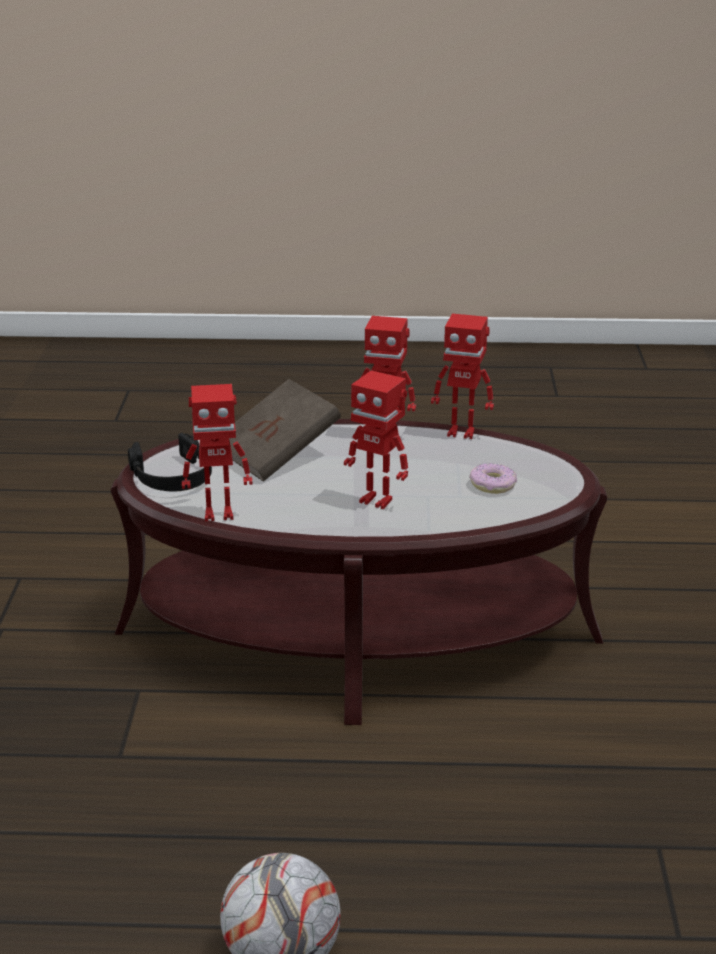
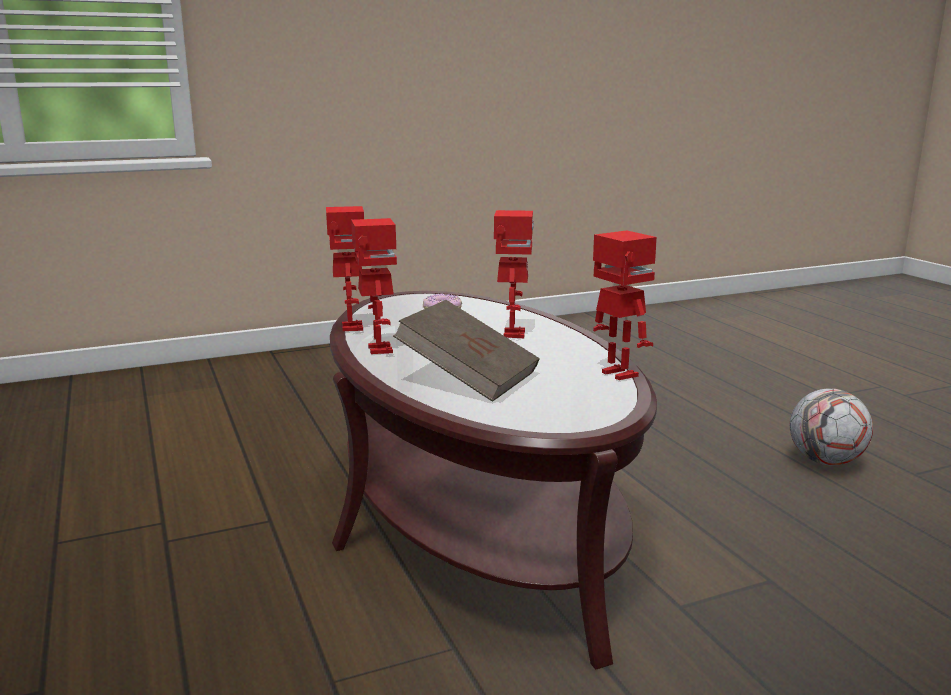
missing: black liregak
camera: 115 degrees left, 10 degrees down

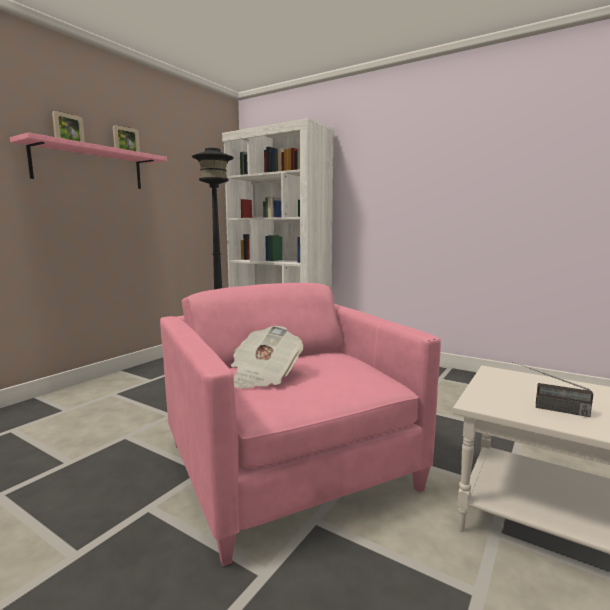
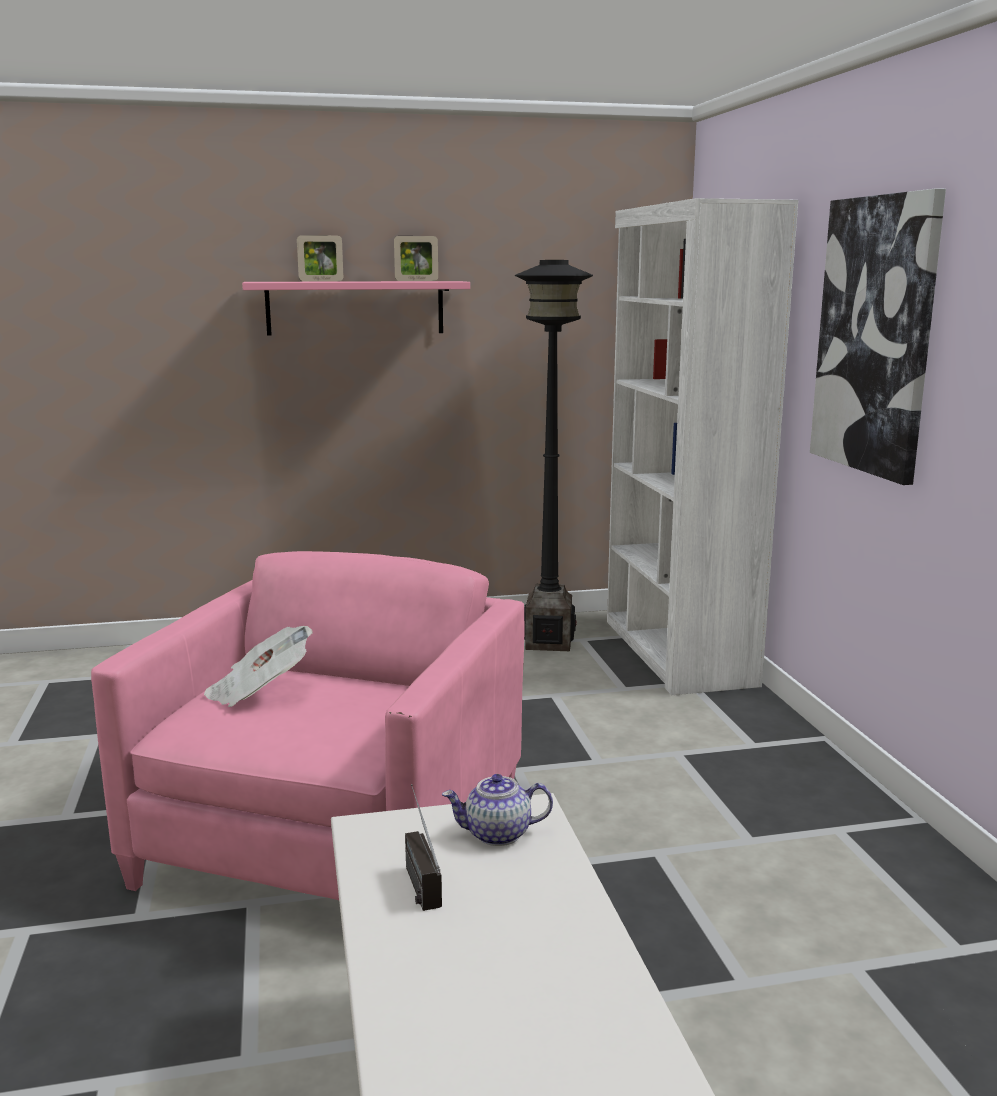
appeared: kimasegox; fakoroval
camera: 45 degrees right, 5 degrees up

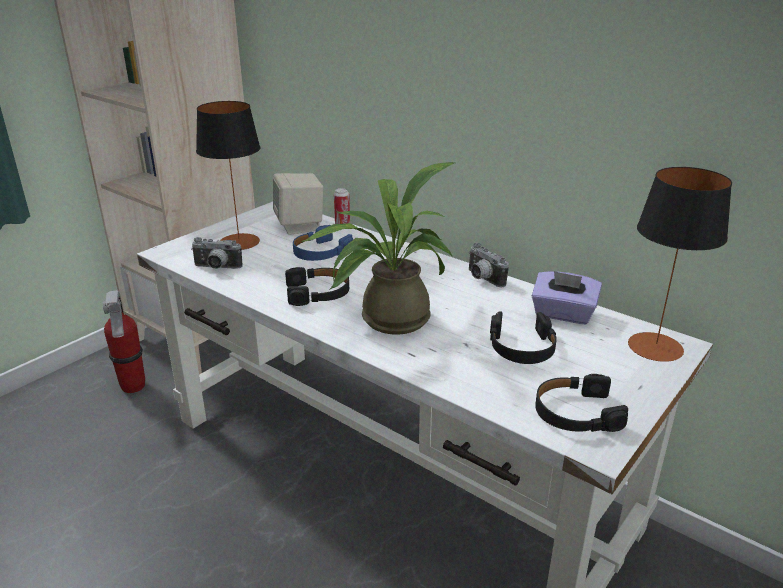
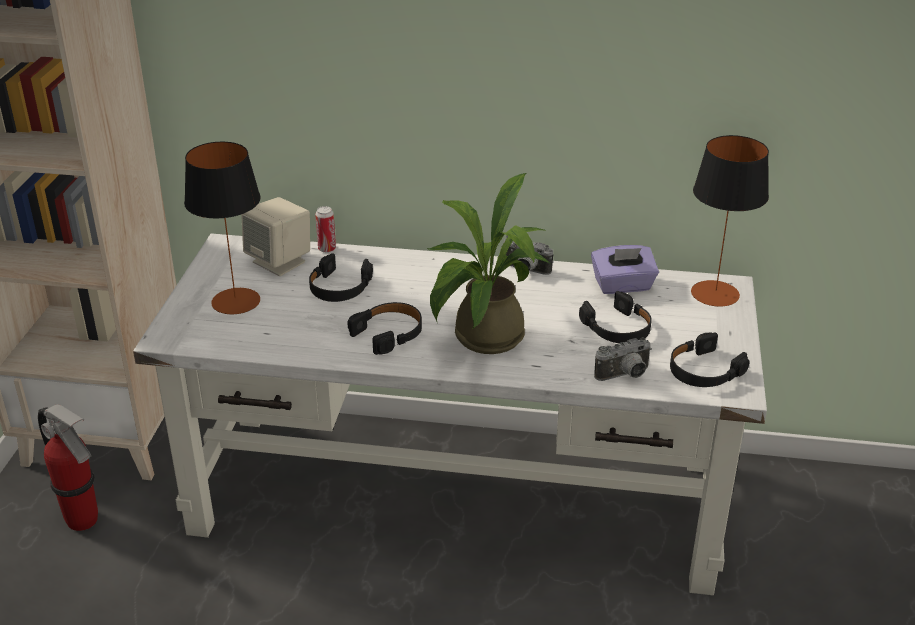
relocated: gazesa (no. 1 from left in the first image) to gazesa (no. 2 from left)
colour: blue liregak to black liregak (no. 1 from left)
camera: 30 degrees left, 5 degrees up

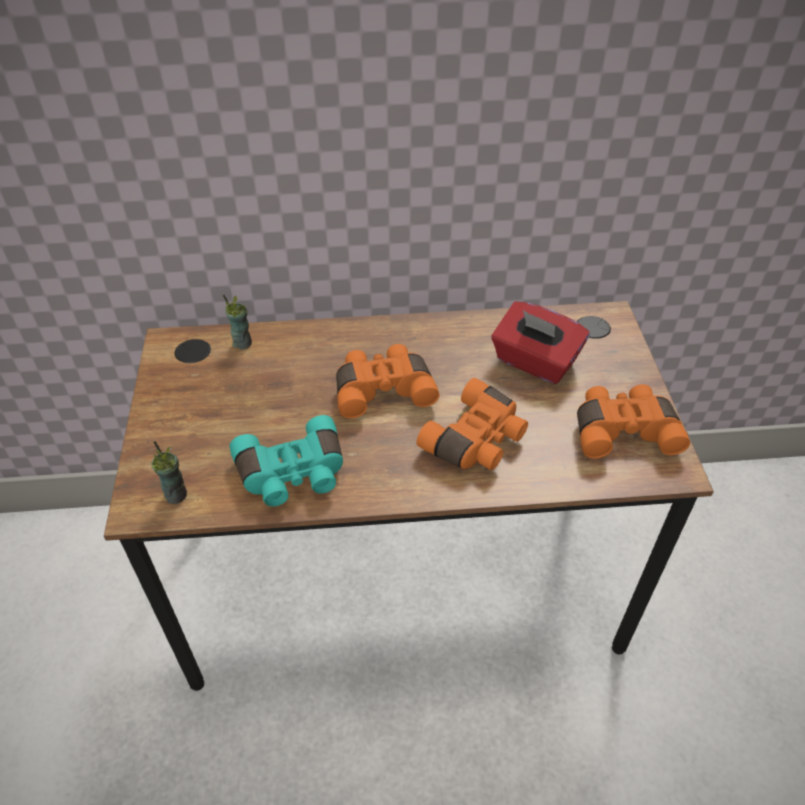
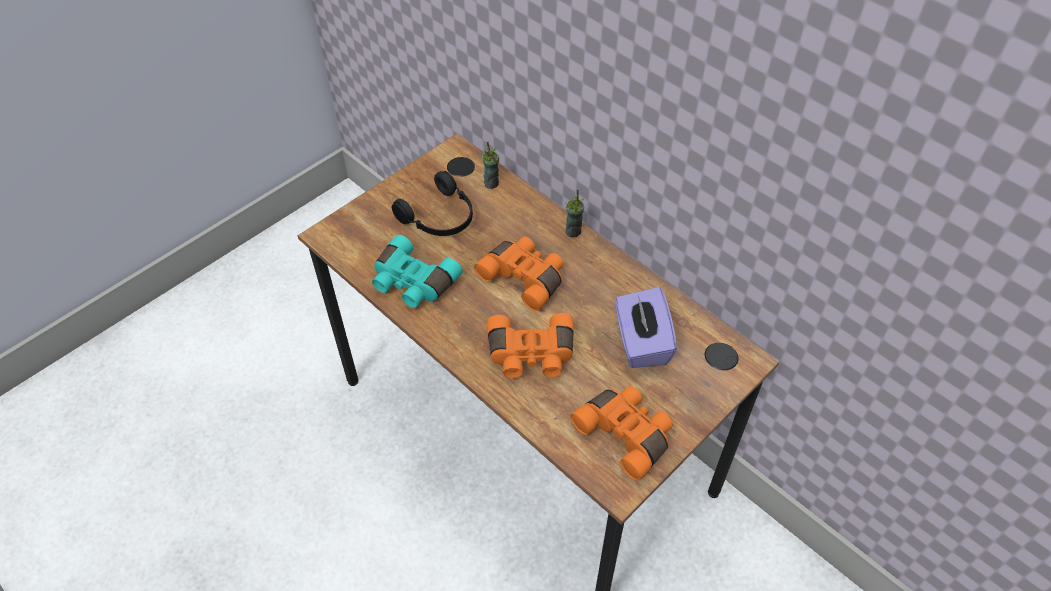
appeared: black liregak
relocated: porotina (no. 1 from left in the first image) to porotina (no. 2 from left)
colour: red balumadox to purple balumadox
camera: 50 degrees right, 5 degrees up

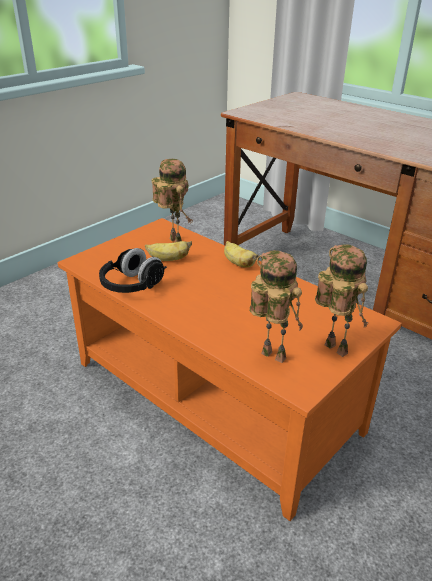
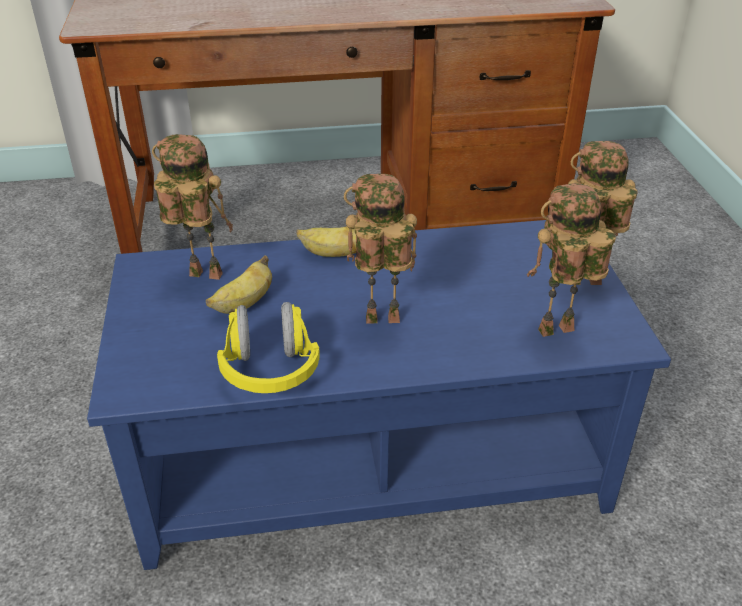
appeared: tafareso (no. 2 from left)
colour: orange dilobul to blue dilobul; black liregak to yellow liregak
camera: 50 degrees left, 5 degrees up

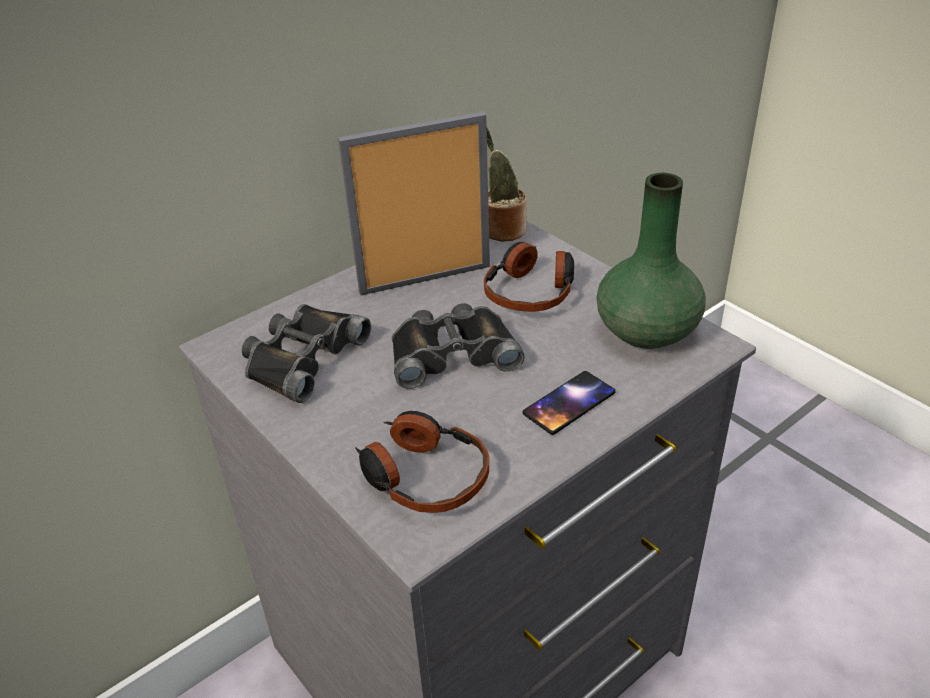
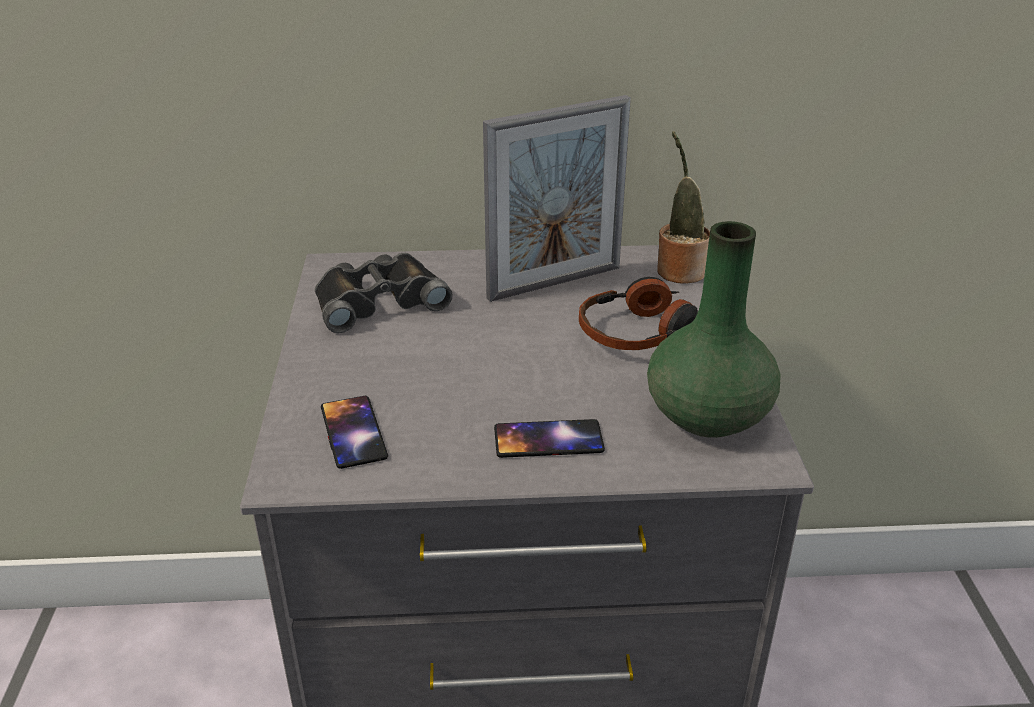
missing: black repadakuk (no. 2 from left)
exchanged: liregak (no. 1 from left) to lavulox (no. 1 from left)
spun: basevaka 135 degrees clockwise
camera: 35 degrees right, 5 degrees down

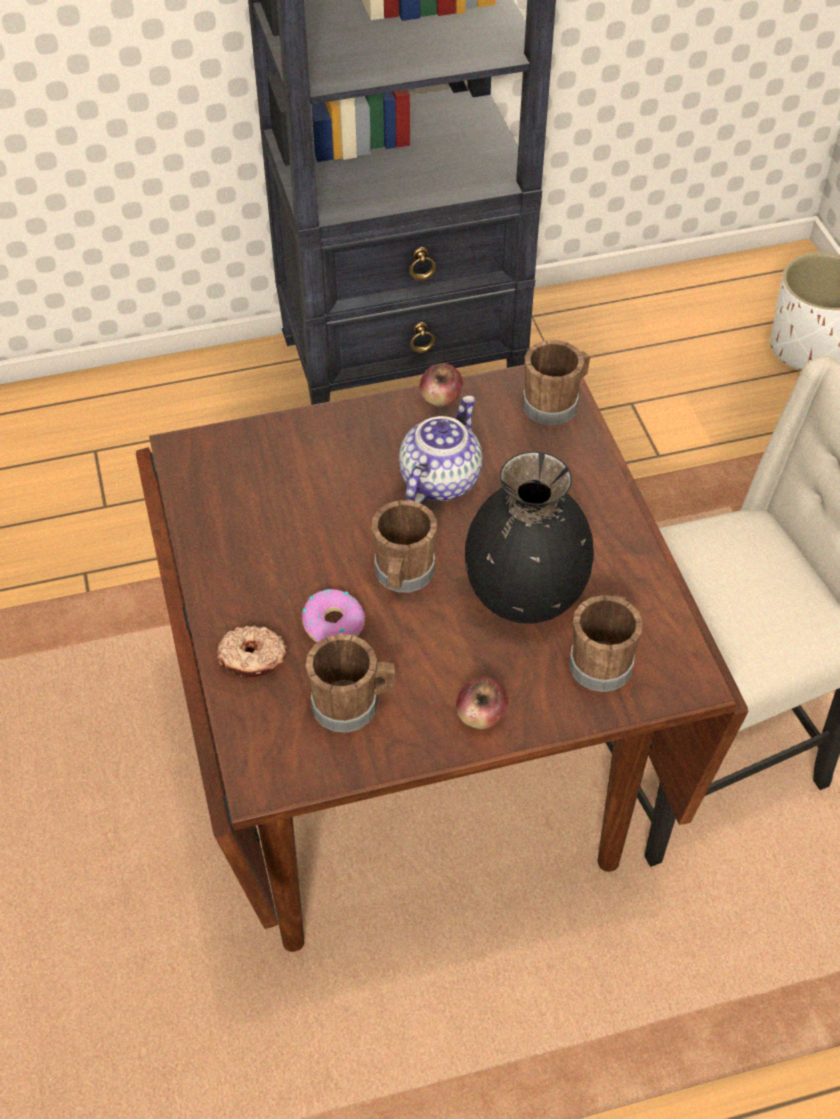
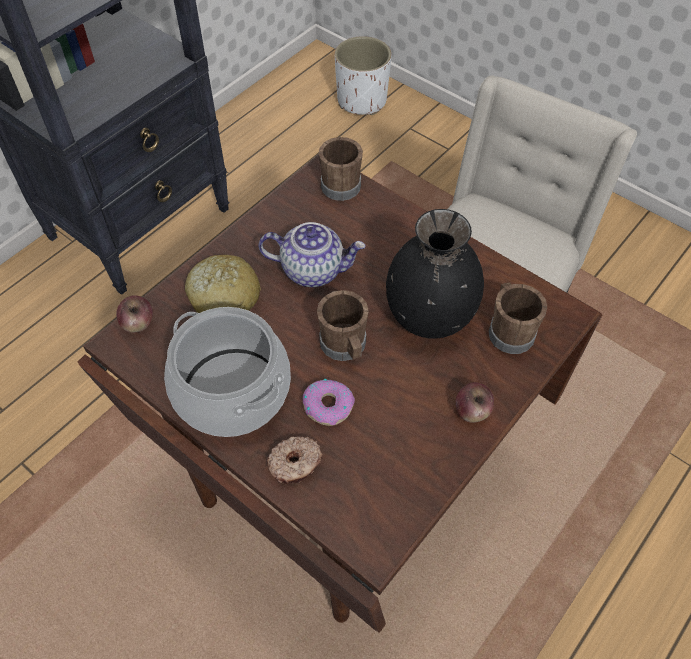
missing: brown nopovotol (no. 1 from left)
appeared: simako; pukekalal
relocated: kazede (no. 1 from left)
spun: kimasegox 105 degrees clockwise
camera: 35 degrees left, 5 degrees up

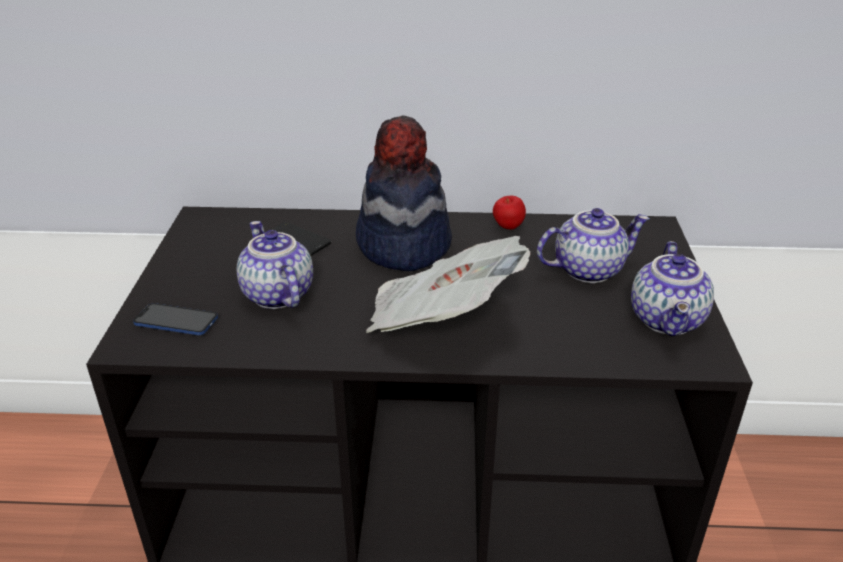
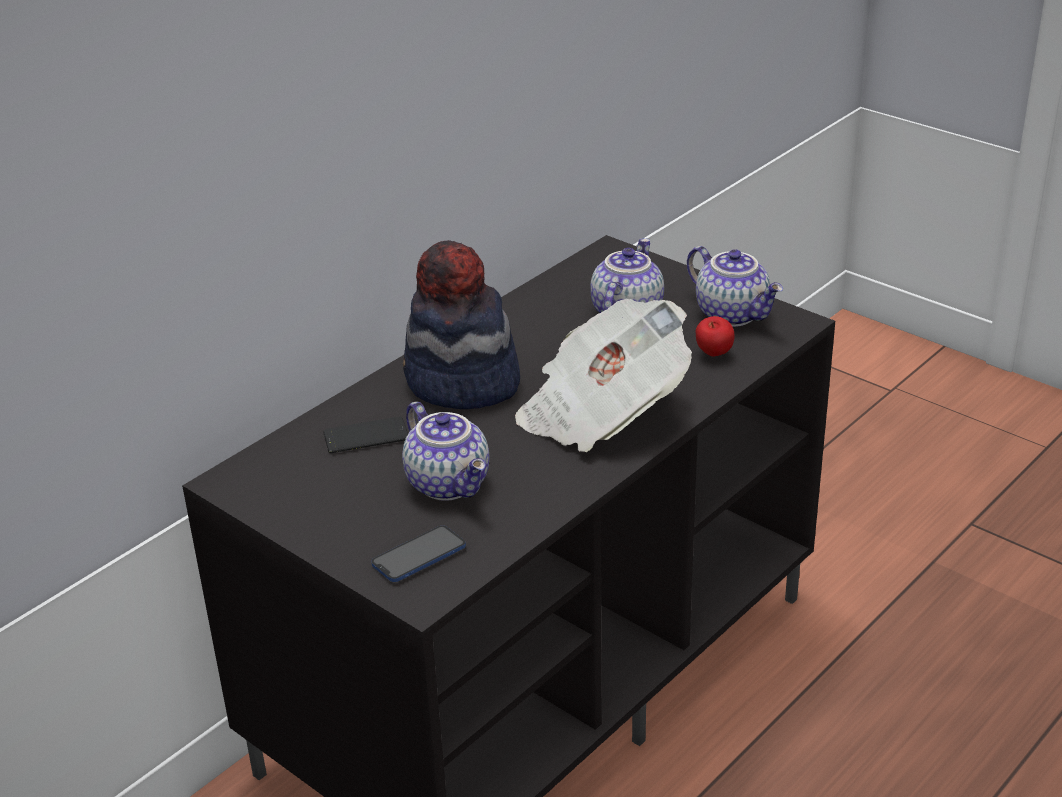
relocated: kazede
spun: kimasegox (no. 1 from left) 135 degrees counterclockwise
camera: 50 degrees left, 0 degrees up

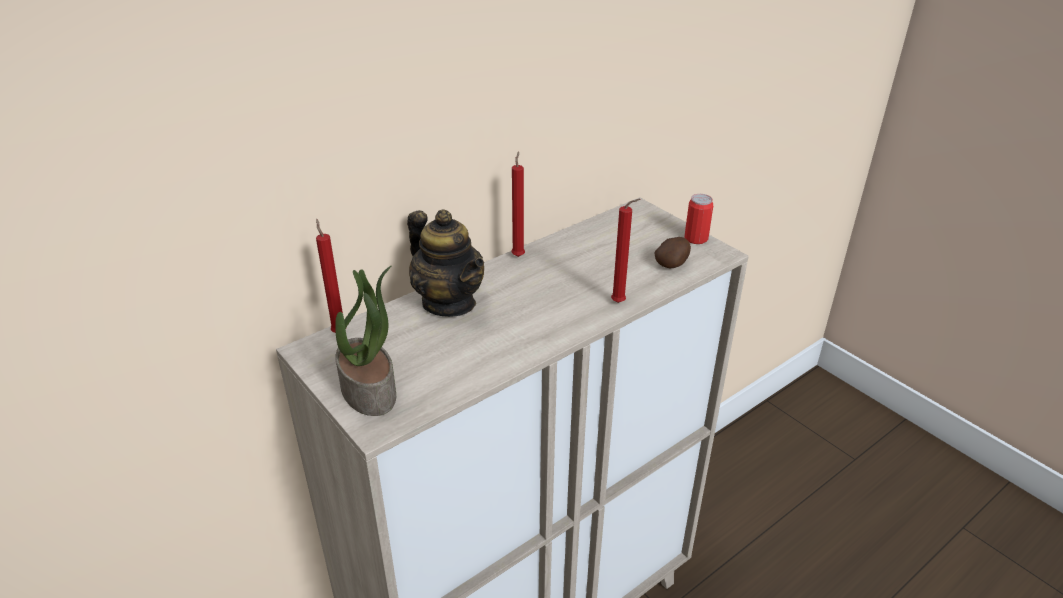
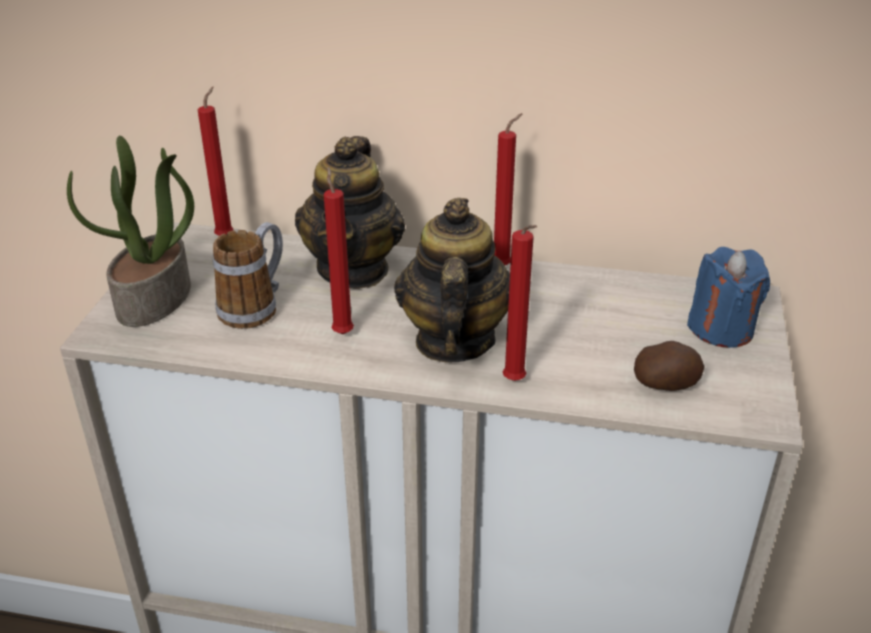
missing: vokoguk
appeared: nopovotol; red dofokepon (no. 2 from left); kimasegox (no. 2 from left); blue dofokepon
camera: 50 degrees right, 0 degrees up

